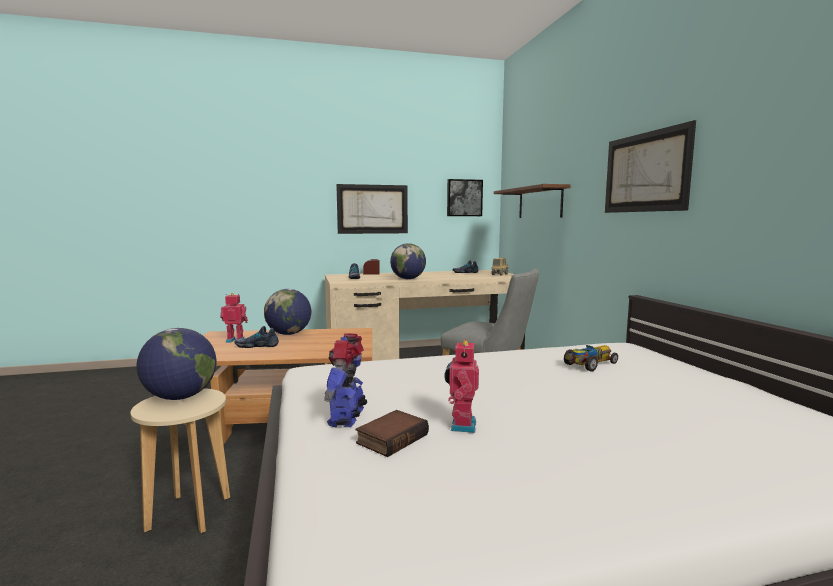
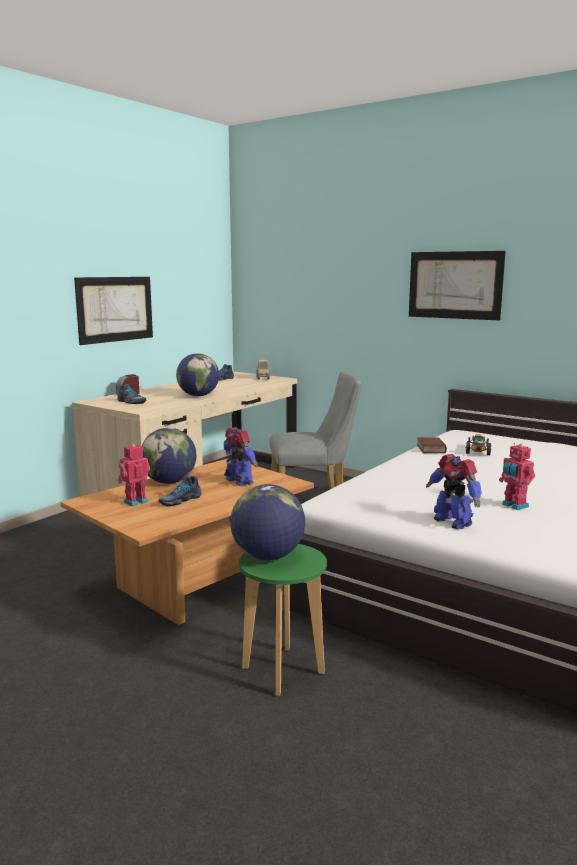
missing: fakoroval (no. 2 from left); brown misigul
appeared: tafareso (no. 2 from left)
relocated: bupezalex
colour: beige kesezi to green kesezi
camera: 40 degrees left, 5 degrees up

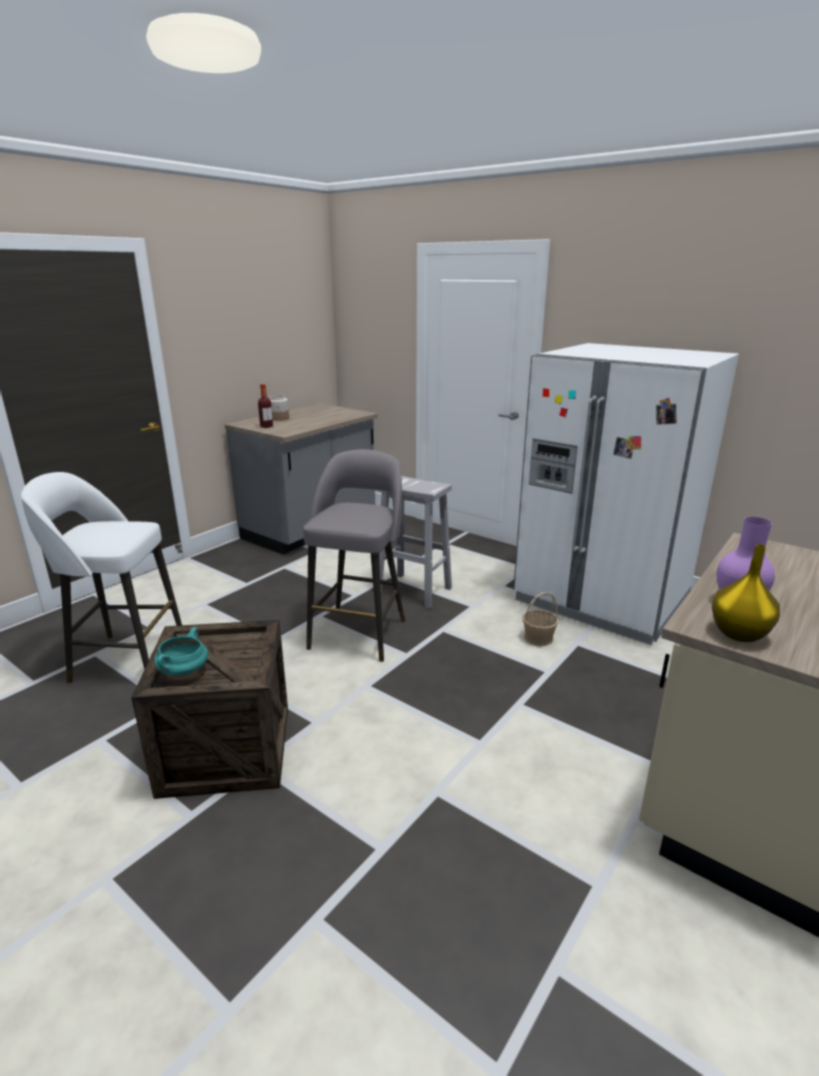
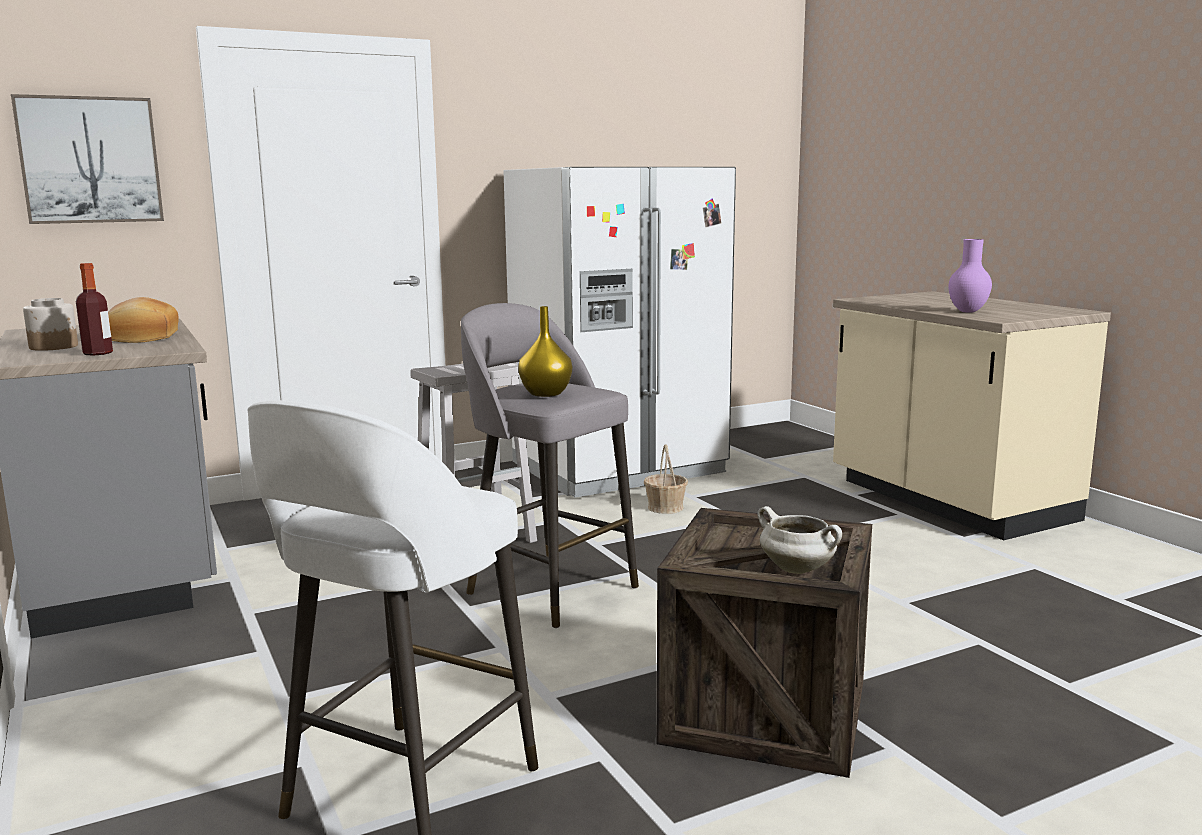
appeared: fakoroval; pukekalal
relocated: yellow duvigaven
colour: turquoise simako to white simako
camera: 65 degrees left, 10 degrees down

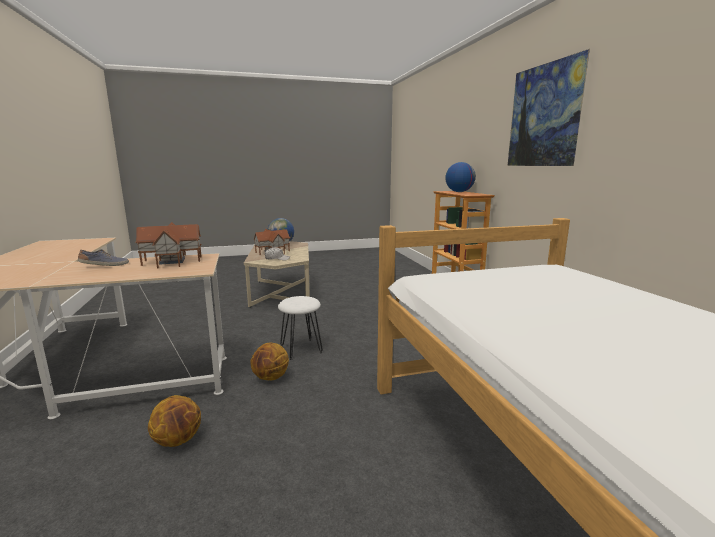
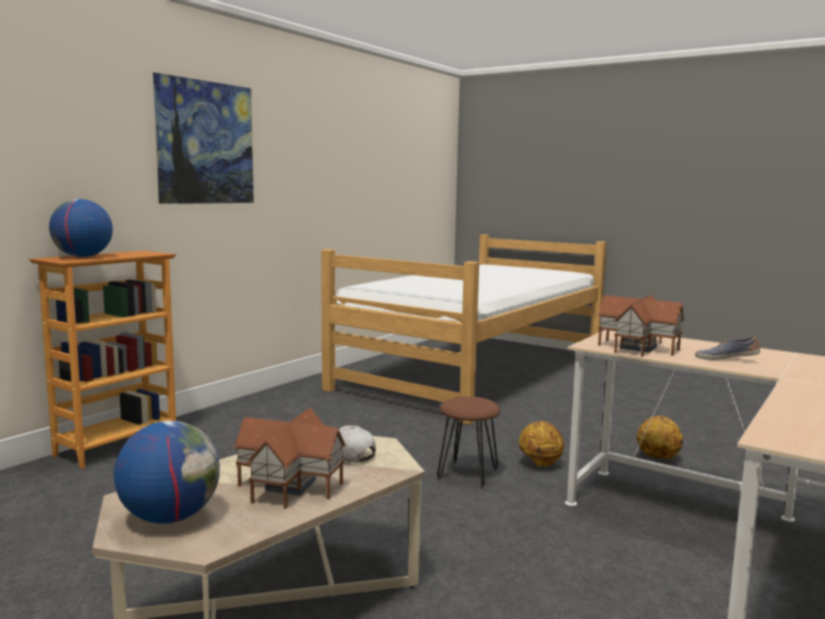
colour: white kesezi to brown kesezi
camera: 130 degrees left, 5 degrees down

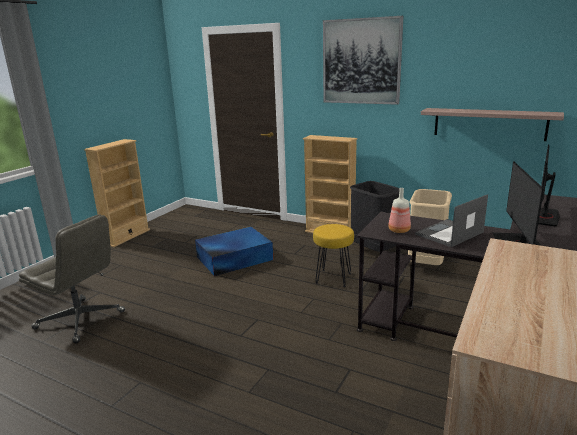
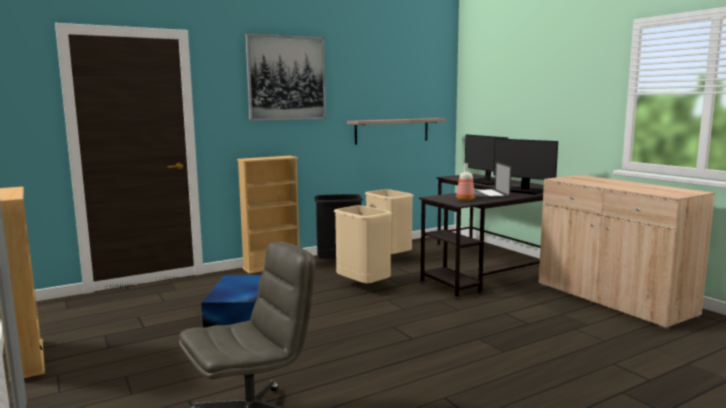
exchanged: yellow kesezi to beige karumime (no. 1 from left)
camera: 60 degrees left, 10 degrees down

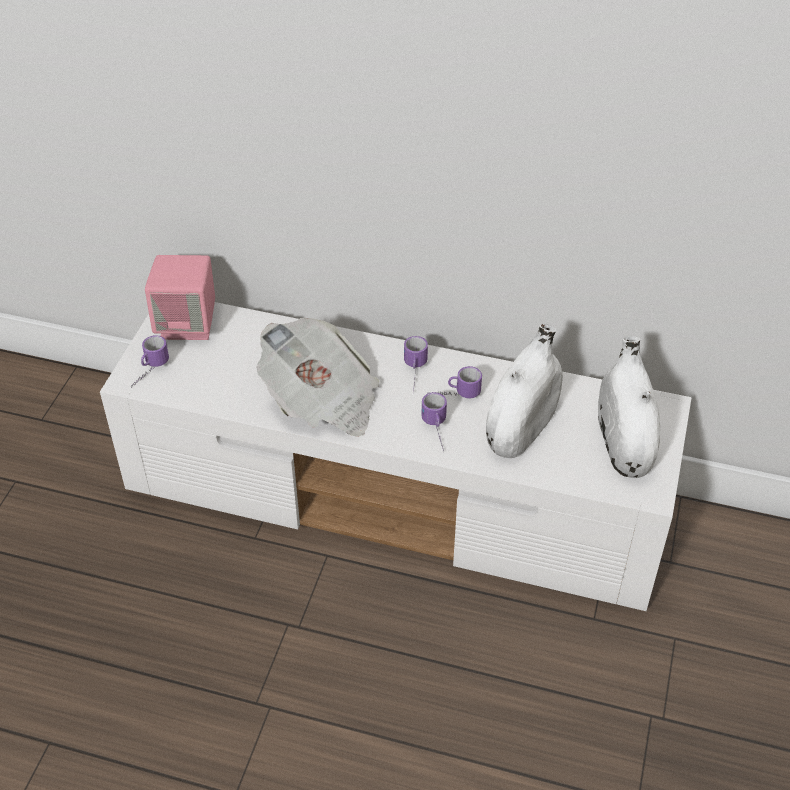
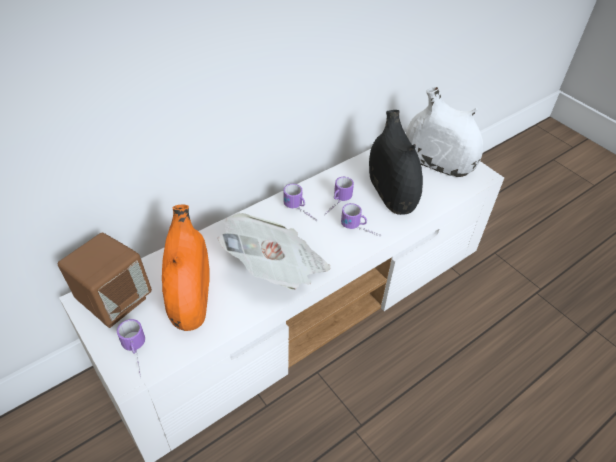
appeared: orange duvigaven
colour: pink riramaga to brown riramaga; white duvigaven (no. 1 from left) to black duvigaven
camera: 55 degrees left, 0 degrees up

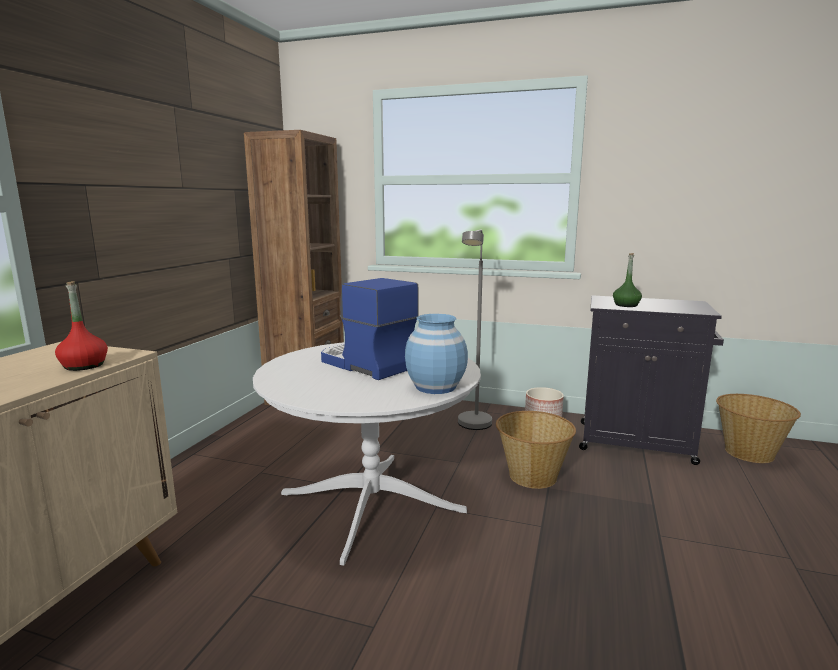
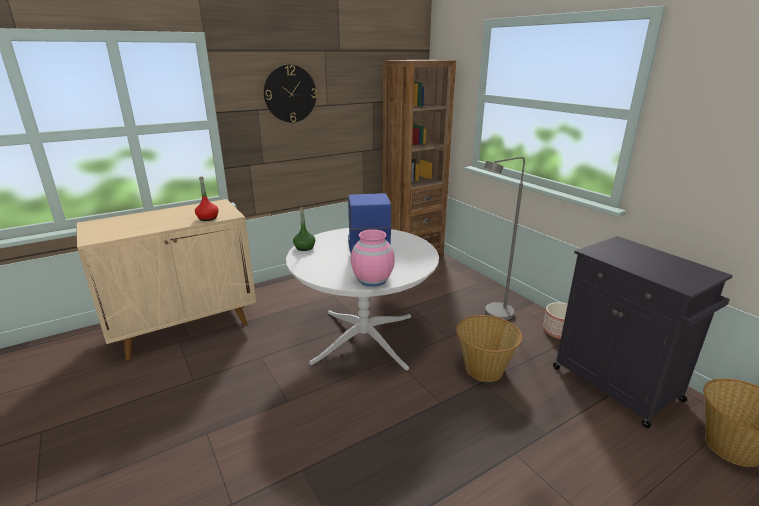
appeared: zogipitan
relocated: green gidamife
colour: blue duvigaven to pink duvigaven
camera: 40 degrees right, 10 degrees up

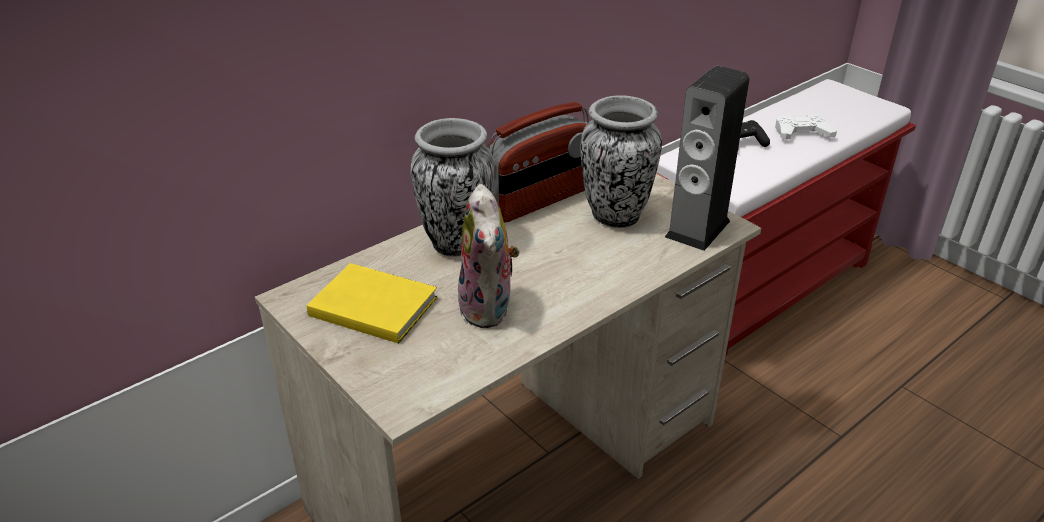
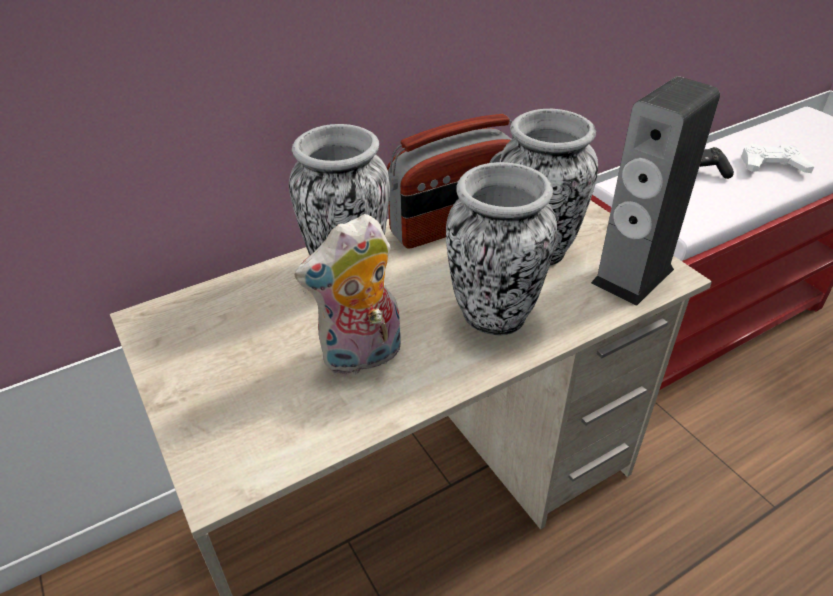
missing: yellow bupezalex
appeared: duvigaven (no. 2 from left)
spun: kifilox 60 degrees clockwise
camera: 10 degrees right, 5 degrees up

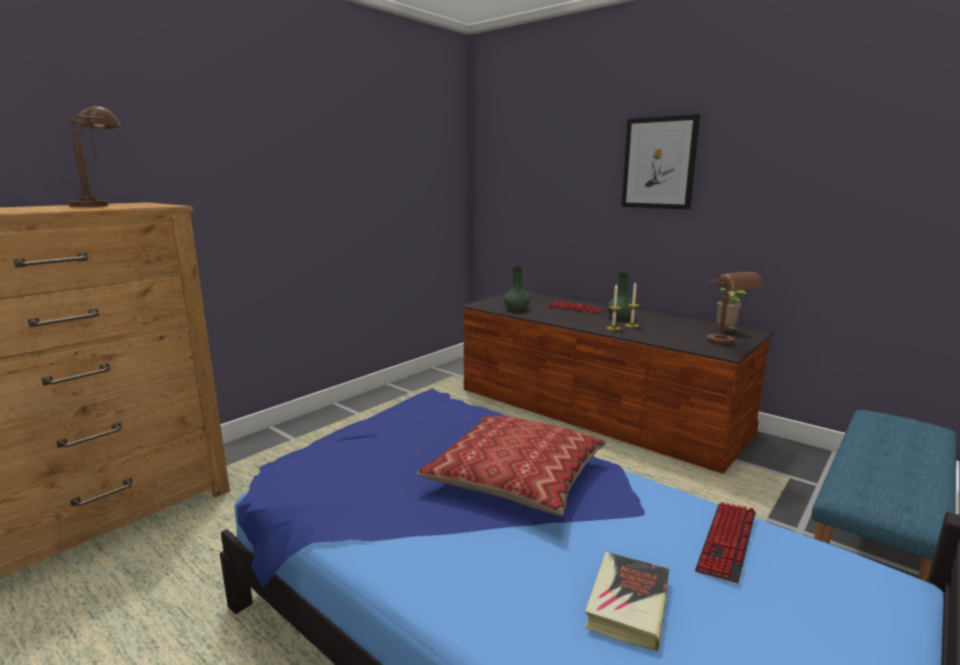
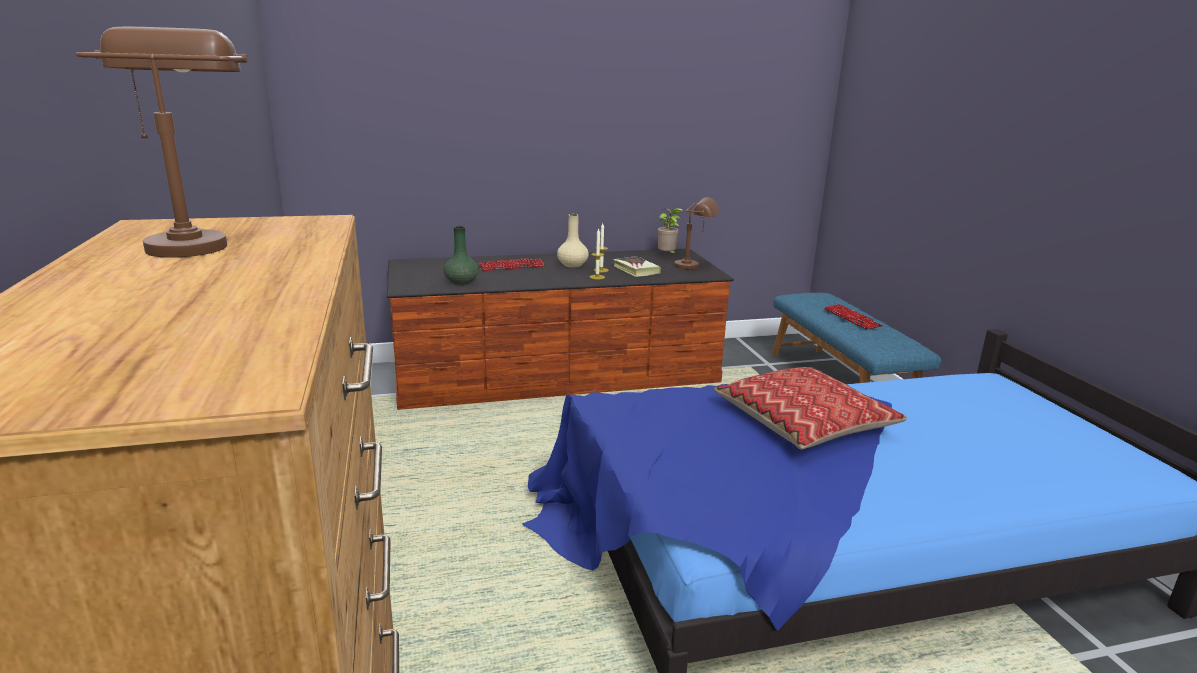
missing: fakoroval
relocated: bupezalex; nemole (no. 2 from left)
colour: green duvigaven (no. 2 from left) to beige duvigaven
camera: 55 degrees left, 5 degrees up

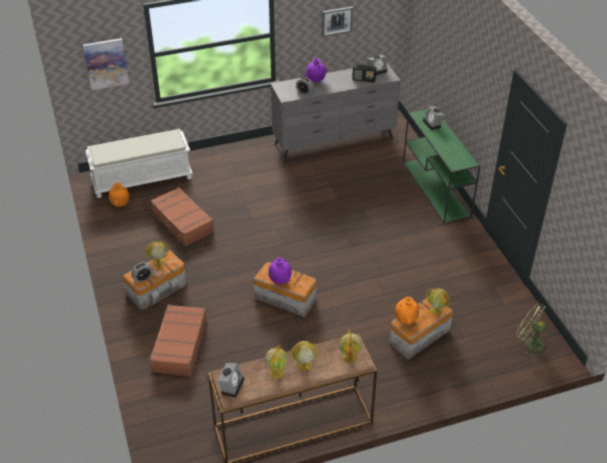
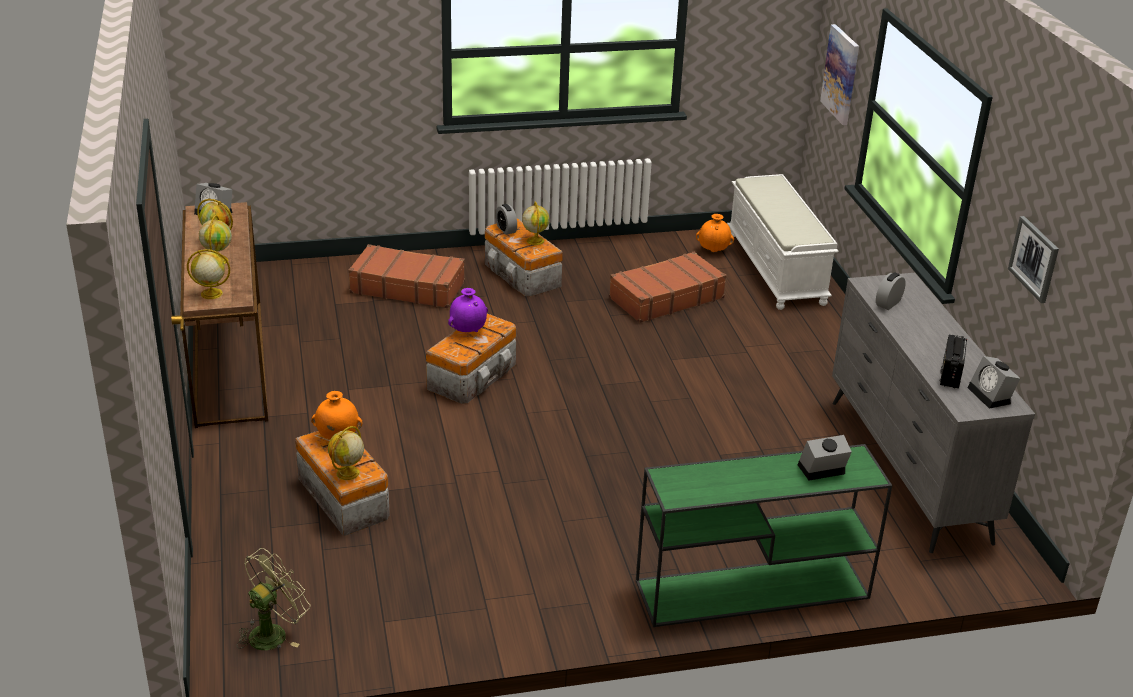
missing: purple duvigaven (no. 2 from left)
camera: 95 degrees right, 10 degrees down

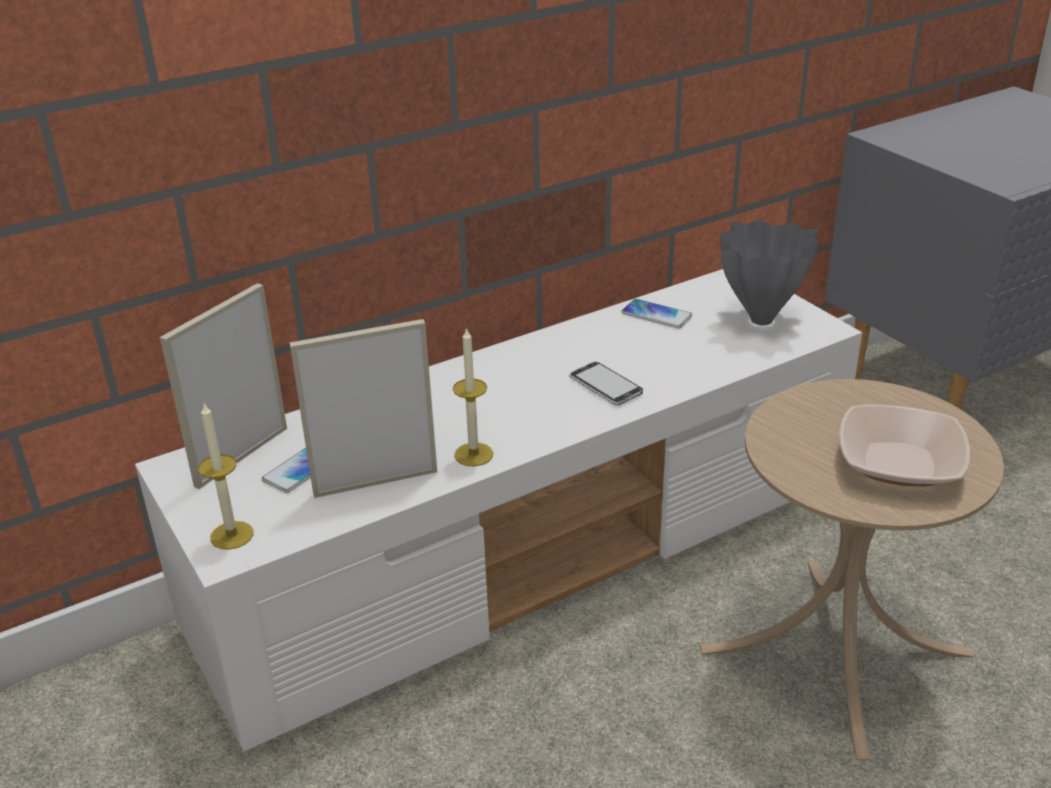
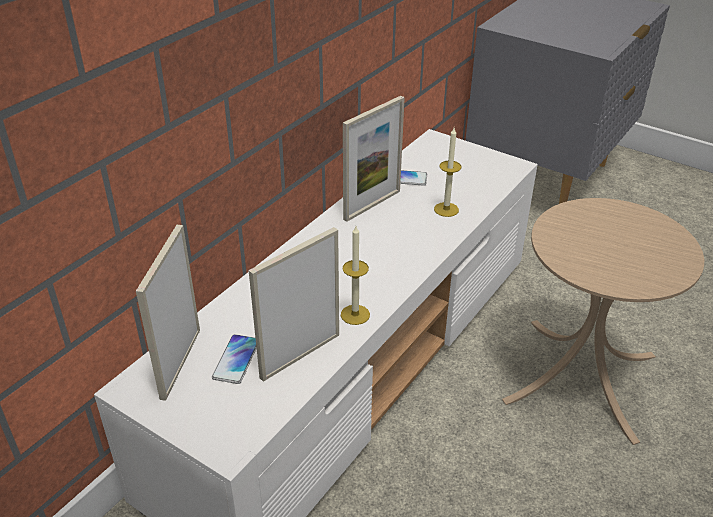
missing: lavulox (no. 2 from left); grey duvigaven; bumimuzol
appeared: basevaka (no. 3 from left)
relocated: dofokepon (no. 1 from left in the first image) to dofokepon (no. 2 from left)
camera: 25 degrees left, 5 degrees up

